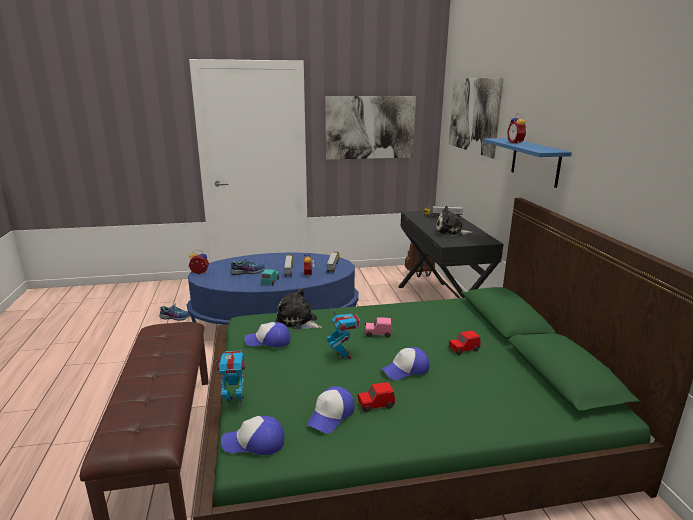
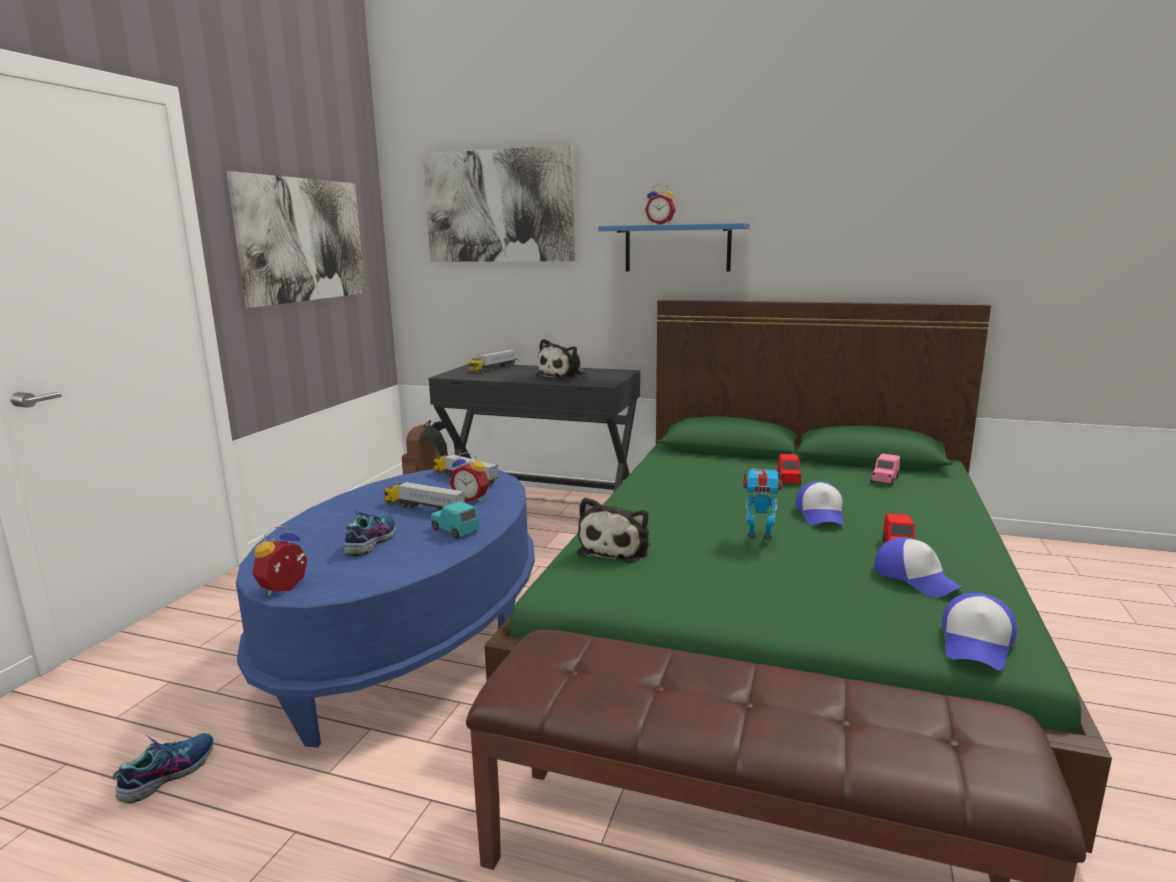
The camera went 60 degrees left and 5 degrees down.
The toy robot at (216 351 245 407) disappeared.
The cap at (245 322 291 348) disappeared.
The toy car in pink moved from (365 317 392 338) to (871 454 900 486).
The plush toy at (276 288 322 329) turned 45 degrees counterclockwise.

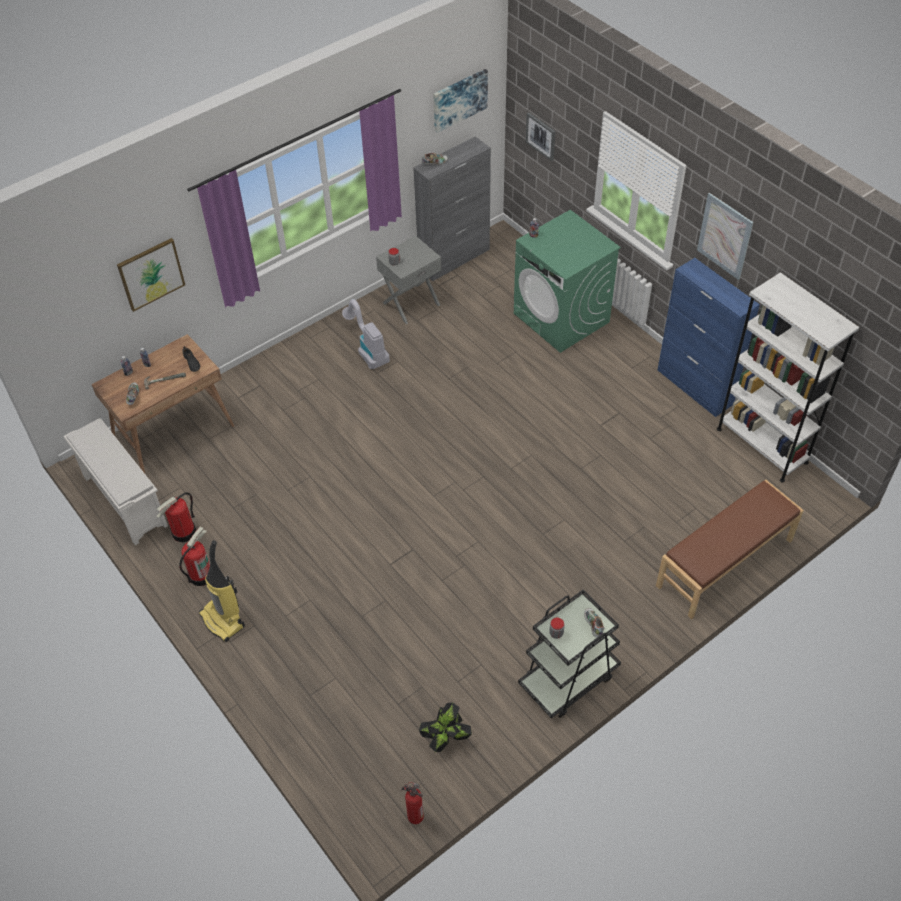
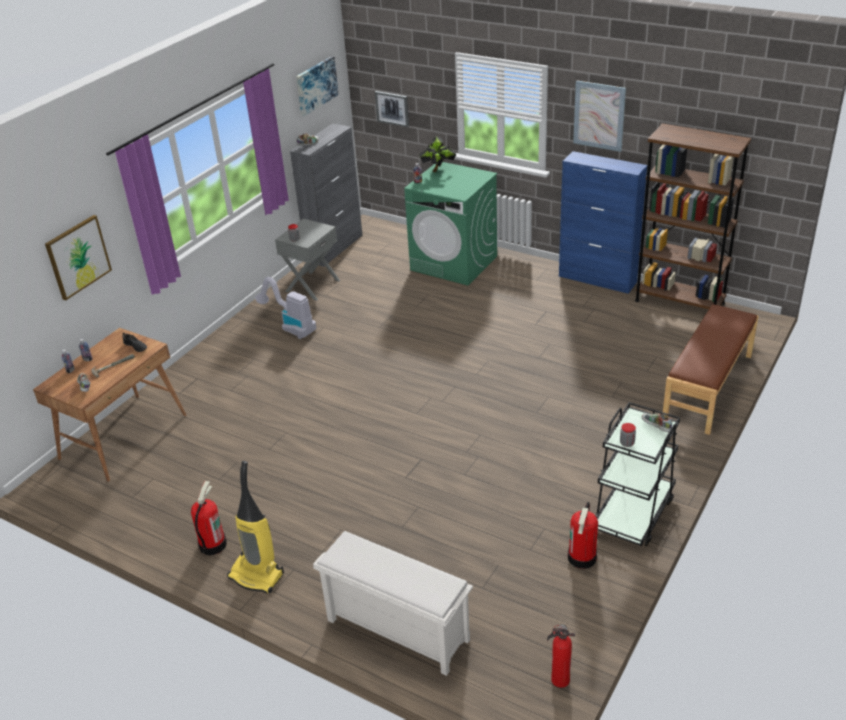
The camera went 20 degrees left and 15 degrees down.
The shoe rack in white moved from (64 419 168 545) to (313 531 473 676).
The fire extinguisher moved from (157 492 196 542) to (568 502 598 569).
The potted plant moved from (419 702 472 752) to (419 136 456 172).
The bookcase in white at (717 272 859 483) became the bookcase in brown at (635 123 751 309).

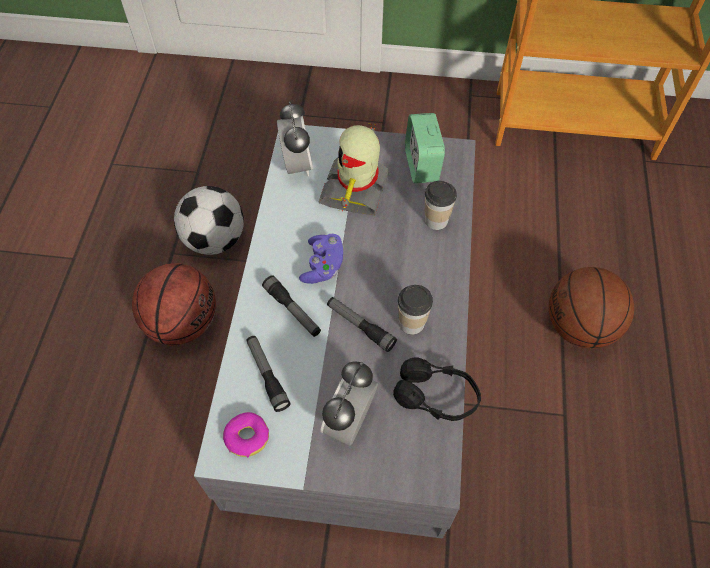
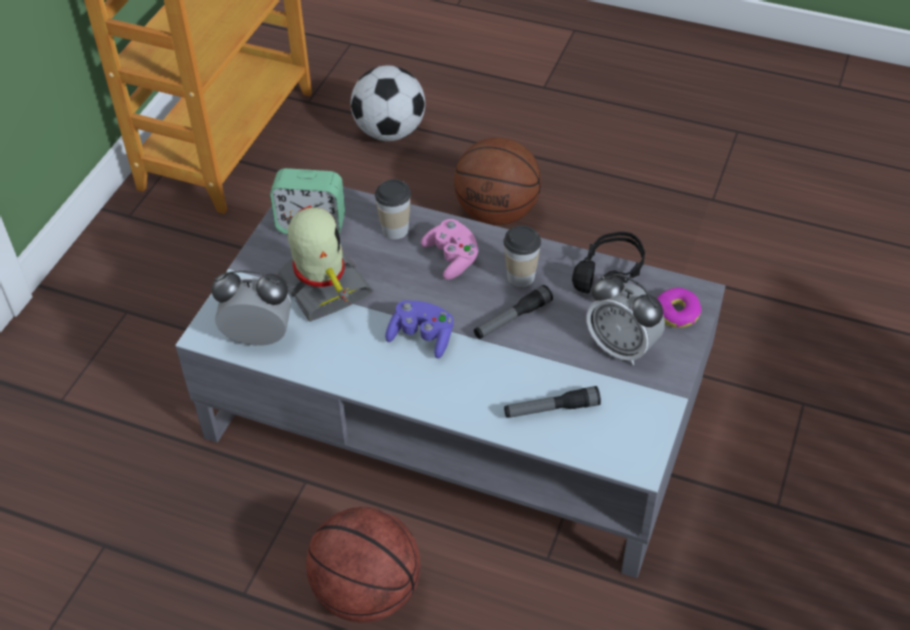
The camera went 75 degrees left and 10 degrees down.
The flashlight at (262 275 321 337) disappeared.
The game controller in pink at (421 219 479 280) appeared.
The football moved from (174 186 244 255) to (351 65 425 141).
The donut moved from (223 412 269 457) to (657 288 701 328).
The toy robot at (318 123 389 216) turned 150 degrees counterclockwise.

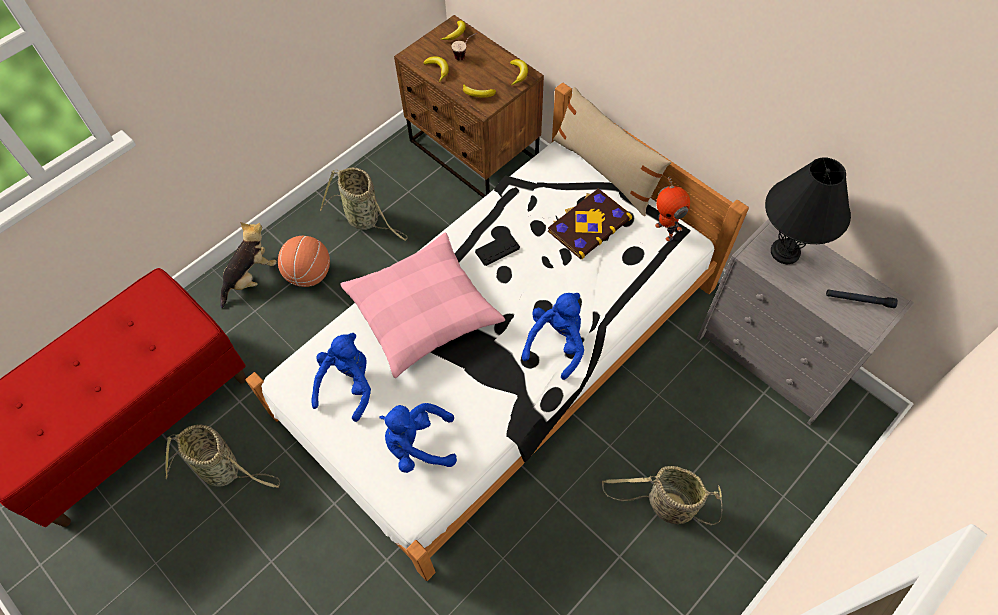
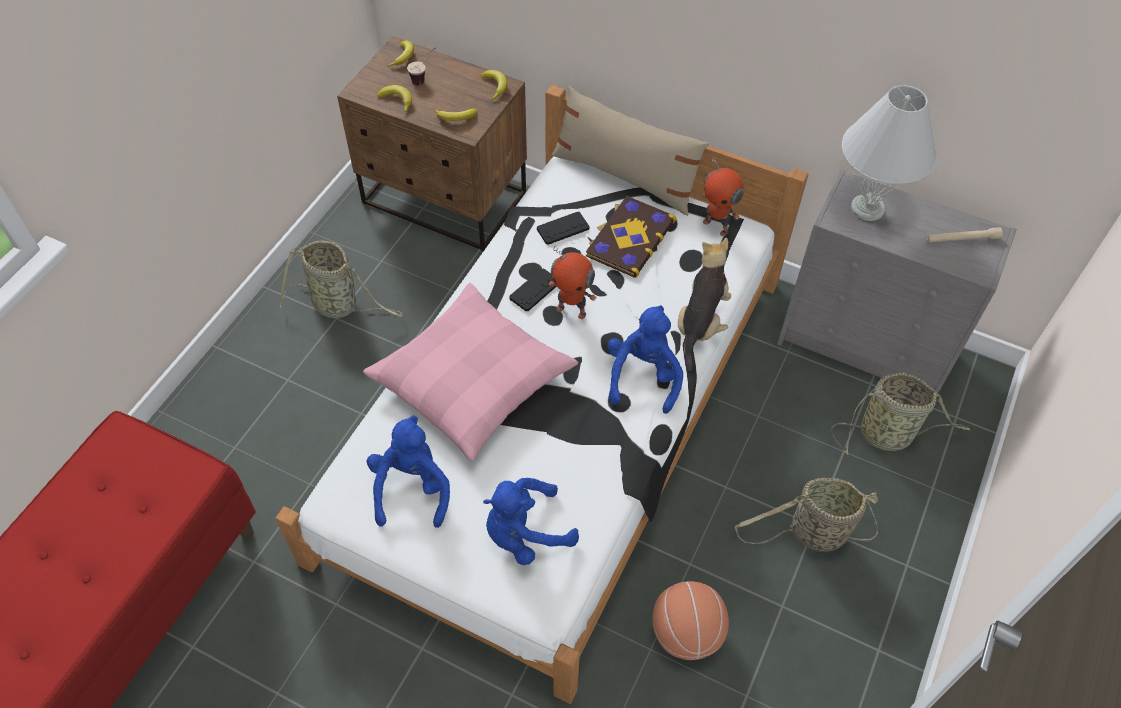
The camera went 20 degrees left and 5 degrees down.
The game controller in black at (537 212 589 245) appeared.
The toy robot at (549 245 597 319) appeared.
The basket moved from (165 424 280 488) to (831 372 971 454).
The plush toy moved from (220 222 277 308) to (678 238 731 371).
The basketball moved from (278 236 330 287) to (653 581 729 660).
The table lamp in black at (765 157 851 264) became the table lamp in white at (842 85 937 221).
The flashlight in black at (826 289 898 308) became the flashlight in beige at (927 227 1003 243).

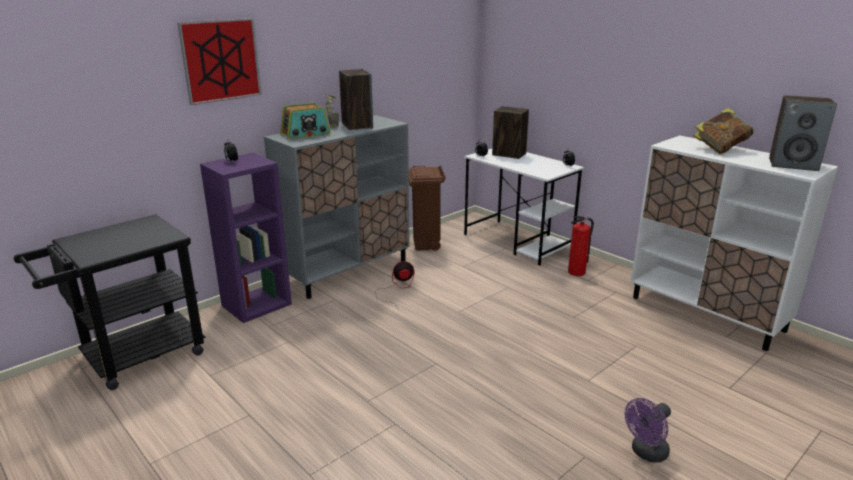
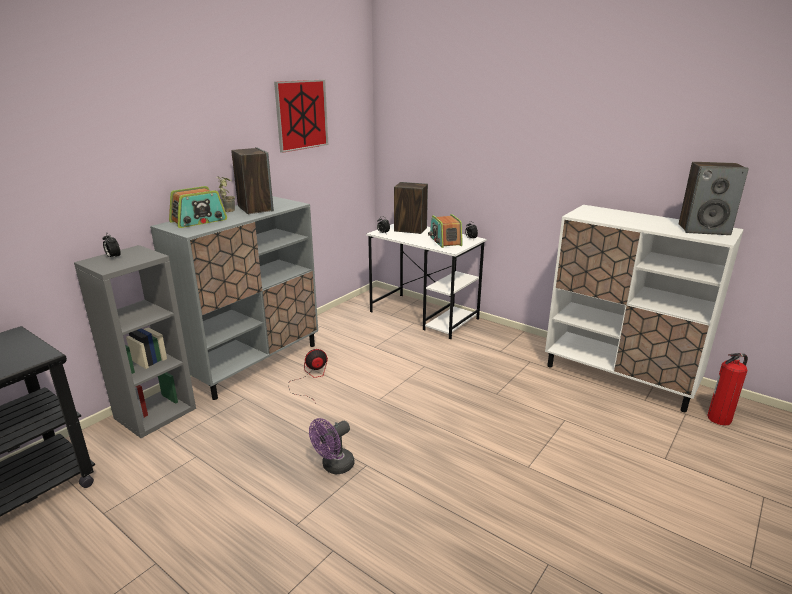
The camera went 10 degrees left and 0 degrees up.
The trash can in brown at (409 166 446 251) disappeared.
The book at (694 108 753 154) disappeared.
The radio at (428 214 463 248) appeared.
The picture moved from (177 18 262 105) to (274 80 328 153).
The fire extinguisher moved from (568 216 594 276) to (707 353 748 426).
The fan in purple moved from (625 398 671 462) to (309 418 354 474).
The bookcase in purple at (200 153 292 323) became the bookcase in grey at (74 245 196 438).

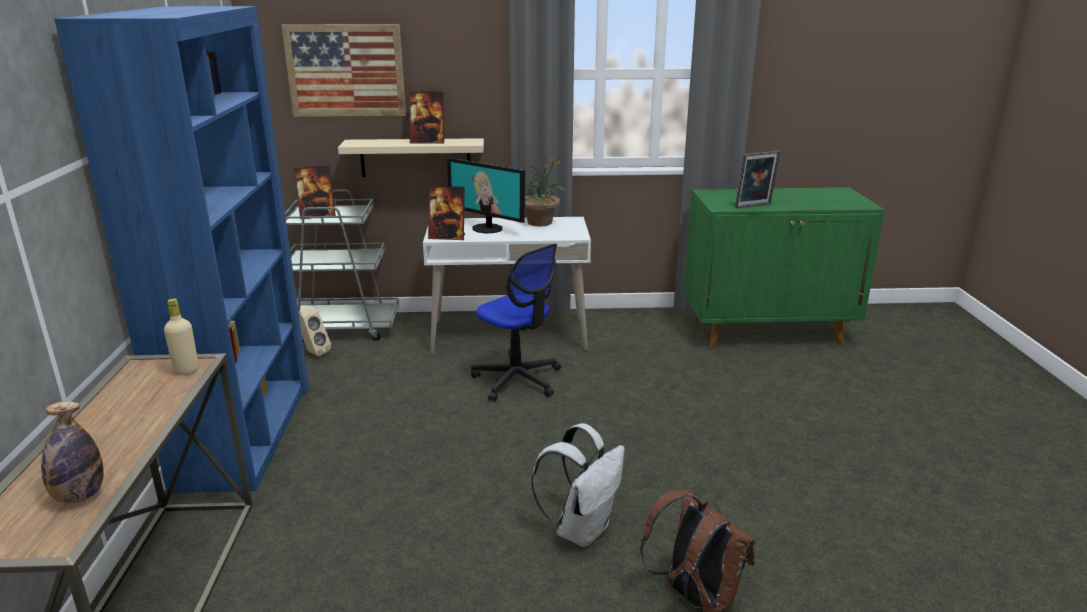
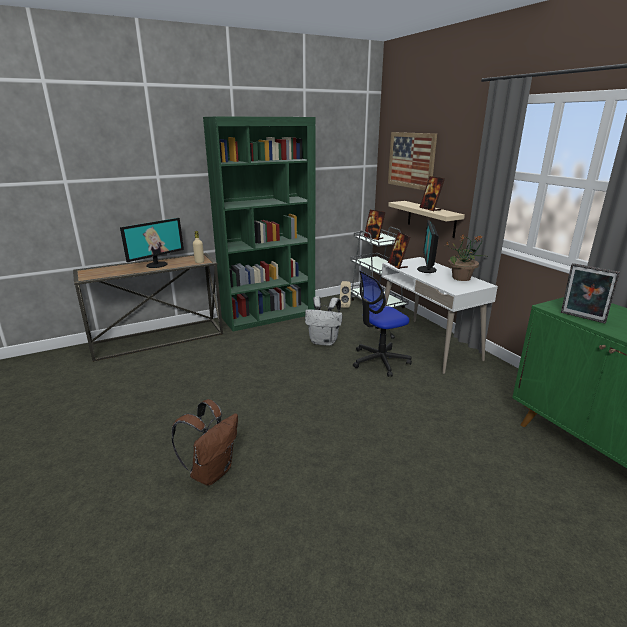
The camera went 65 degrees right and 0 degrees up.
The bottle at (41 401 104 504) disappeared.
The monitor at (120 218 184 268) appeared.
The backpack in white moved from (531 423 625 547) to (305 296 342 346).
The bookcase in blue at (54 6 309 493) became the bookcase in green at (203 116 316 331).
The office chair at (471 243 561 401) turned 45 degrees clockwise.

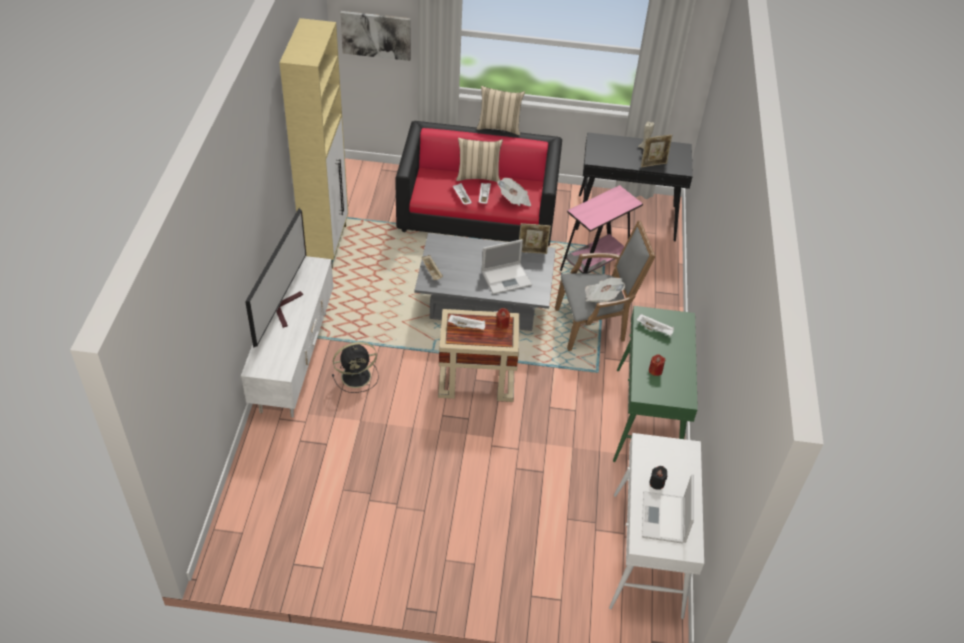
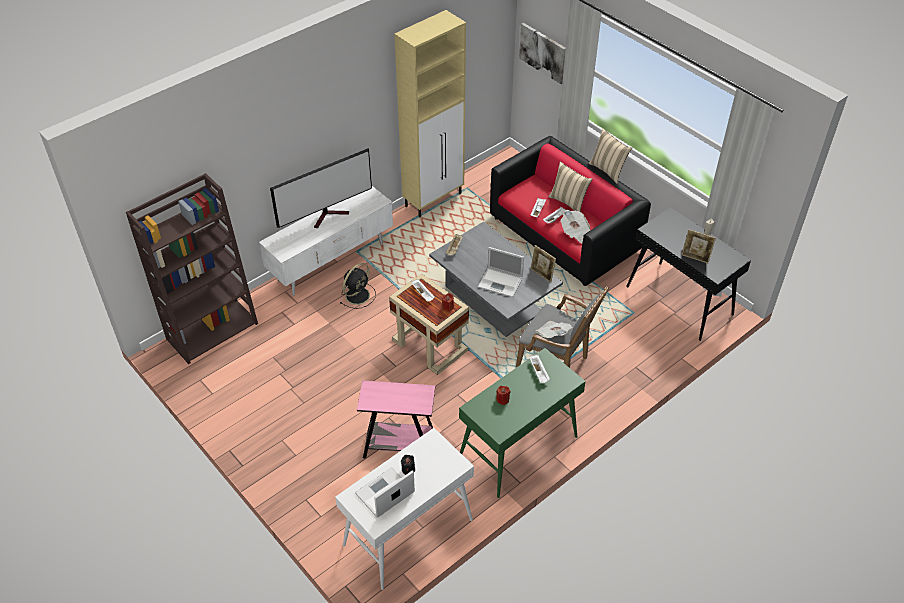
The camera went 45 degrees right and 0 degrees up.
The bookcase in brown at (126 173 258 364) appeared.
The side table in pink moved from (560 185 643 274) to (357 380 435 458).
The fan in black at (332 342 379 393) turned 75 degrees counterclockwise.

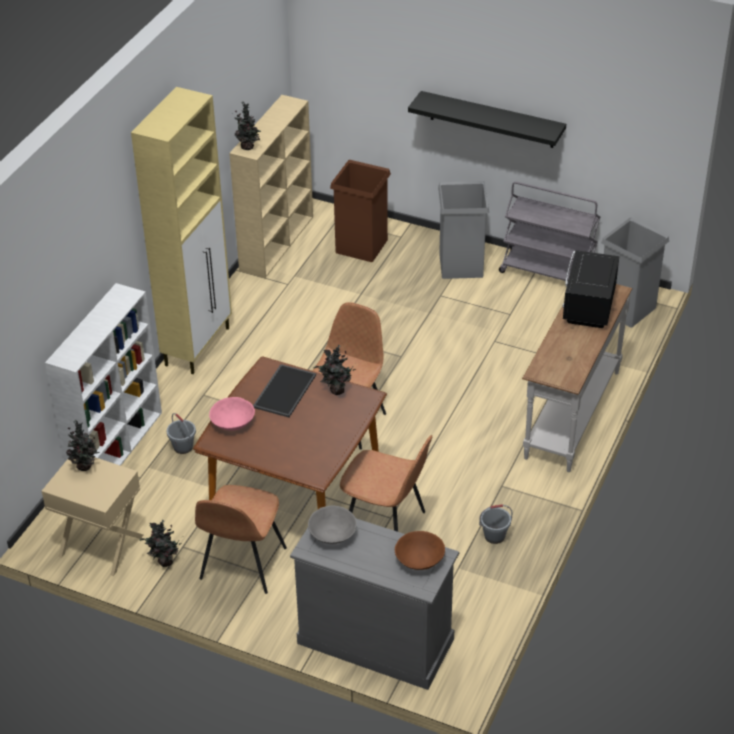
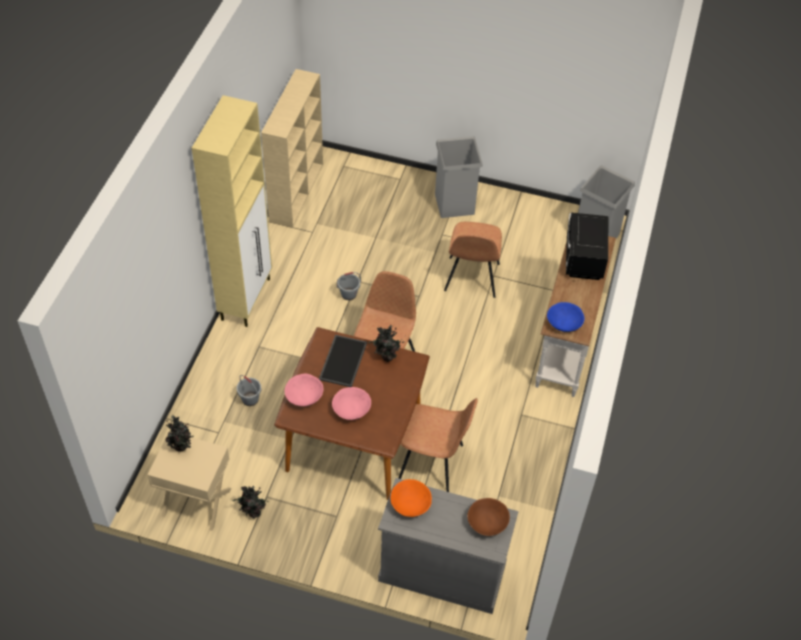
The camera went 10 degrees left and 10 degrees up.
The bookcase in white at (45 283 162 466) disappeared.
The potted plant at (235 101 261 150) disappeared.
The trash can in brown at (330 160 391 262) disappeared.
The shelf in black at (408 91 566 148) disappeared.
The cart in grey at (499 182 600 281) disappeared.
The bowl in pink at (332 387 371 420) appeared.
The bowl in blue at (547 302 584 332) appeared.
The chair in brown moved from (195 485 287 594) to (444 222 502 298).
The bucket in grey moved from (479 504 513 544) to (337 272 361 300).
The bowl in grey at (308 506 357 544) became the bowl in orange at (391 479 432 517).

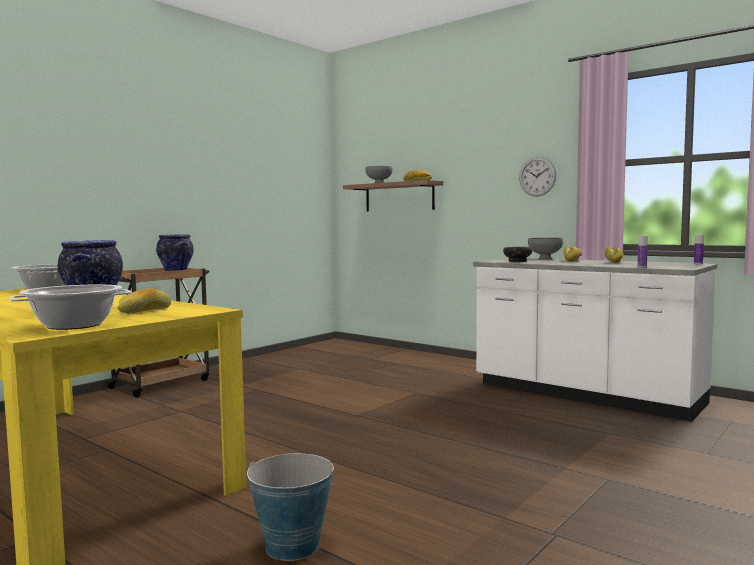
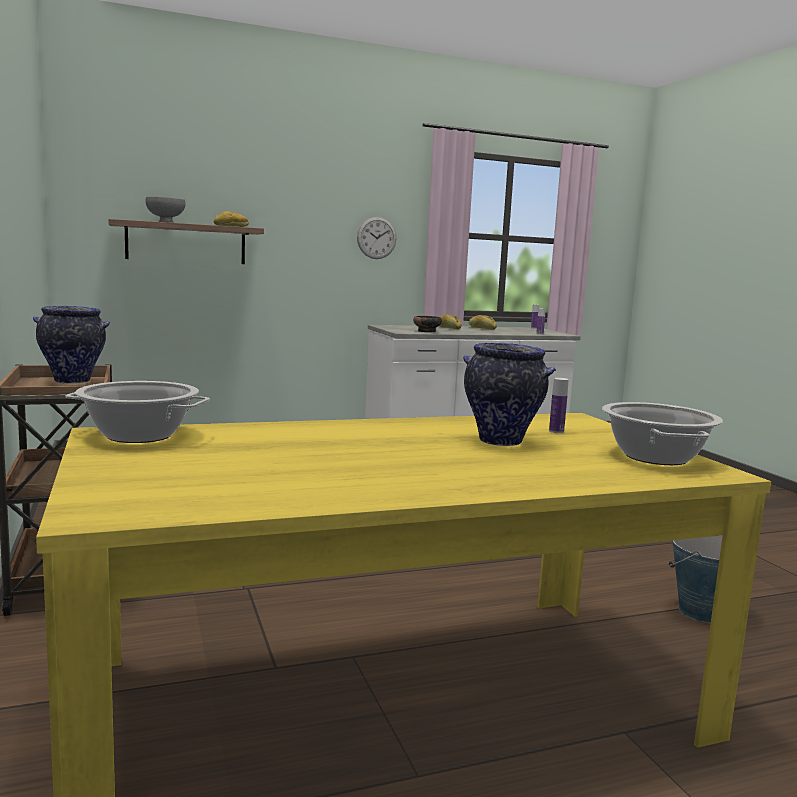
The camera went 60 degrees left and 5 degrees up.
The bowl in grey at (528 238 563 259) disappeared.
The bread at (117 288 171 314) was replaced by the bottle at (549 378 569 433).

